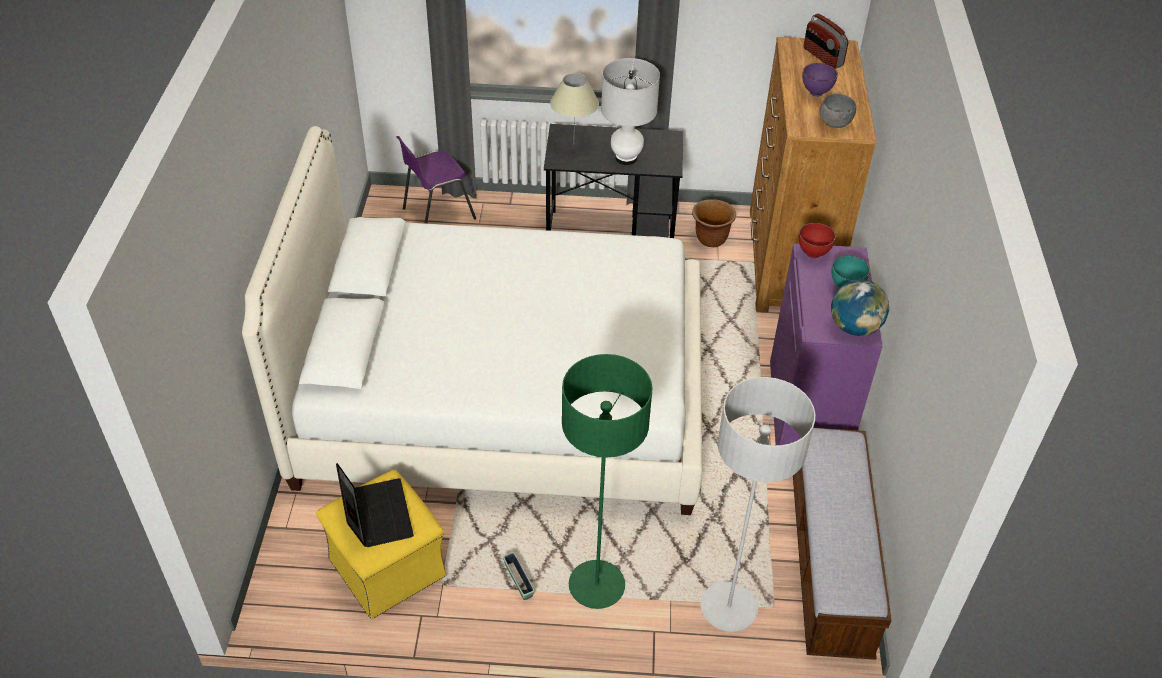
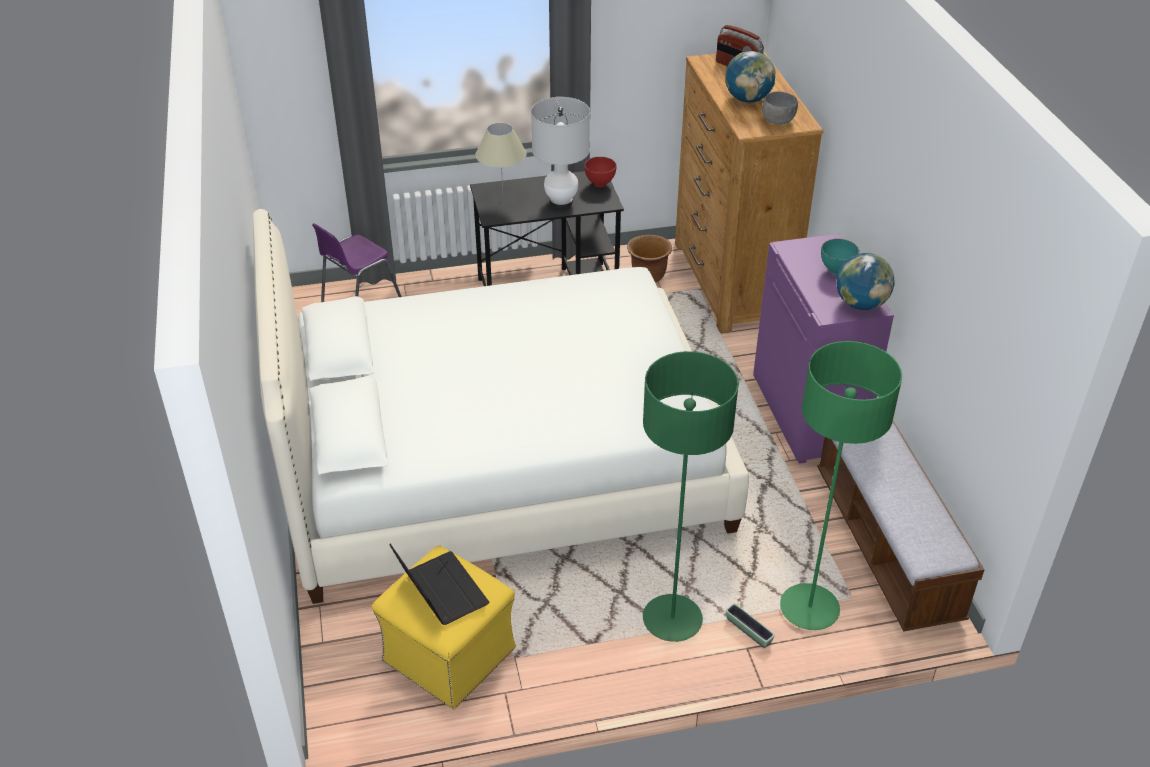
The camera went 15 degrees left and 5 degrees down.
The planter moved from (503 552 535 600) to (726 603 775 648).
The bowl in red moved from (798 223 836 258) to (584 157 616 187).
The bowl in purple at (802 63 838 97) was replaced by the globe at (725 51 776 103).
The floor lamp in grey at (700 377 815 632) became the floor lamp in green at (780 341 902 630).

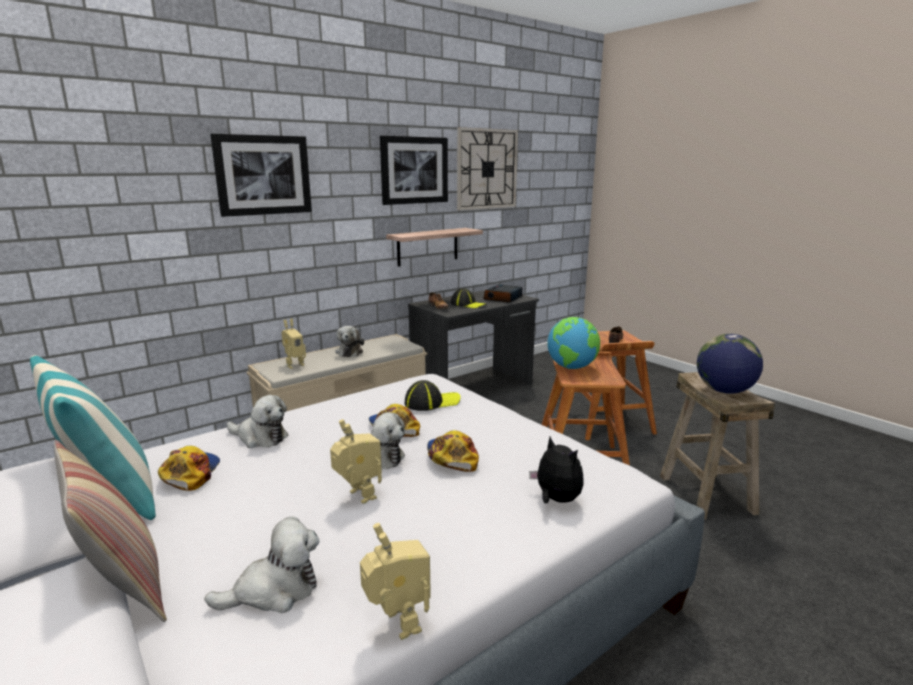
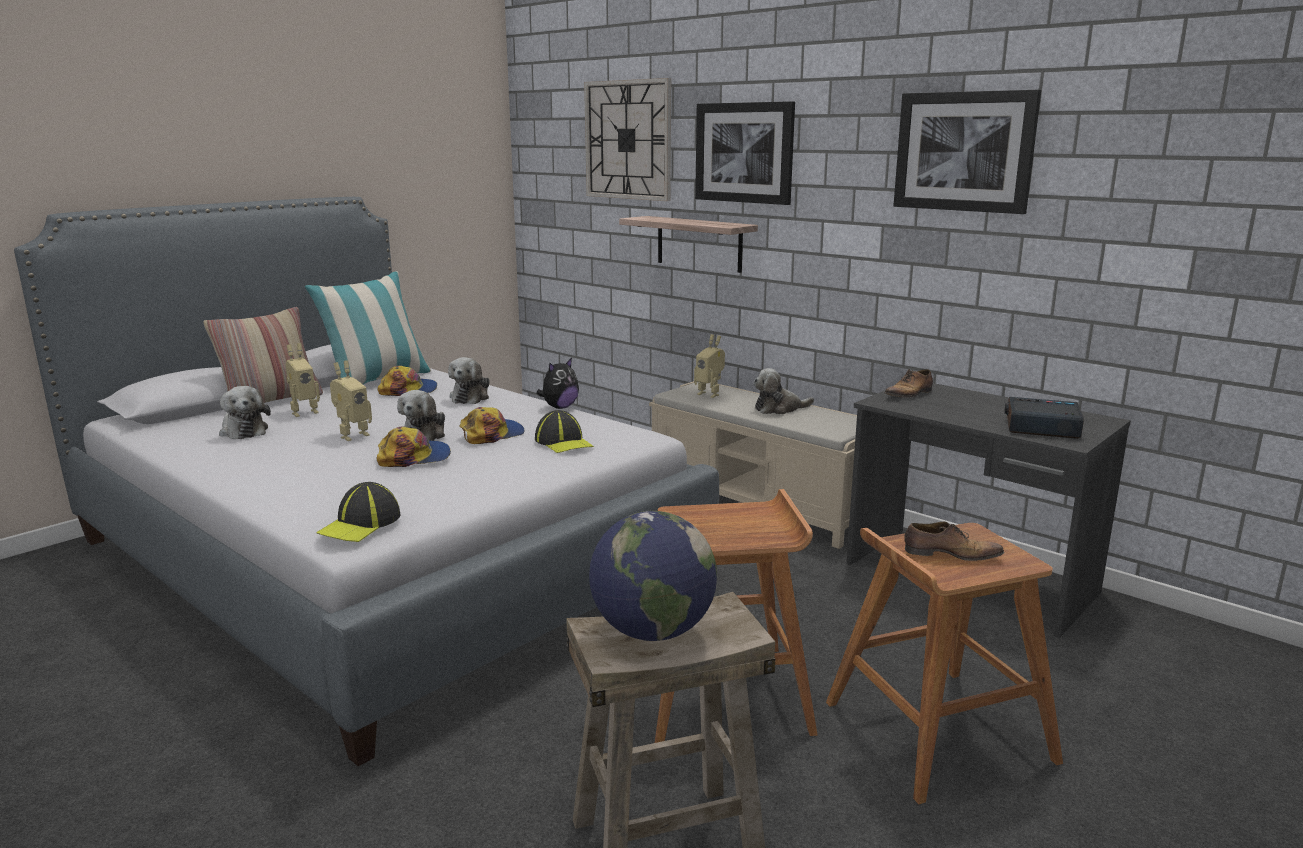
The camera went 80 degrees right and 0 degrees up.
The globe at (547 317 600 369) disappeared.
The toy robot moved from (360 523 431 640) to (286 343 320 417).
The shelf moved from (386 228 483 267) to (619 216 758 273).
The cap moved from (451 288 485 308) to (317 482 400 542).
The wall clock moved from (457 127 518 210) to (584 78 671 201).
The plush toy moved from (529 437 584 503) to (536 358 579 409).

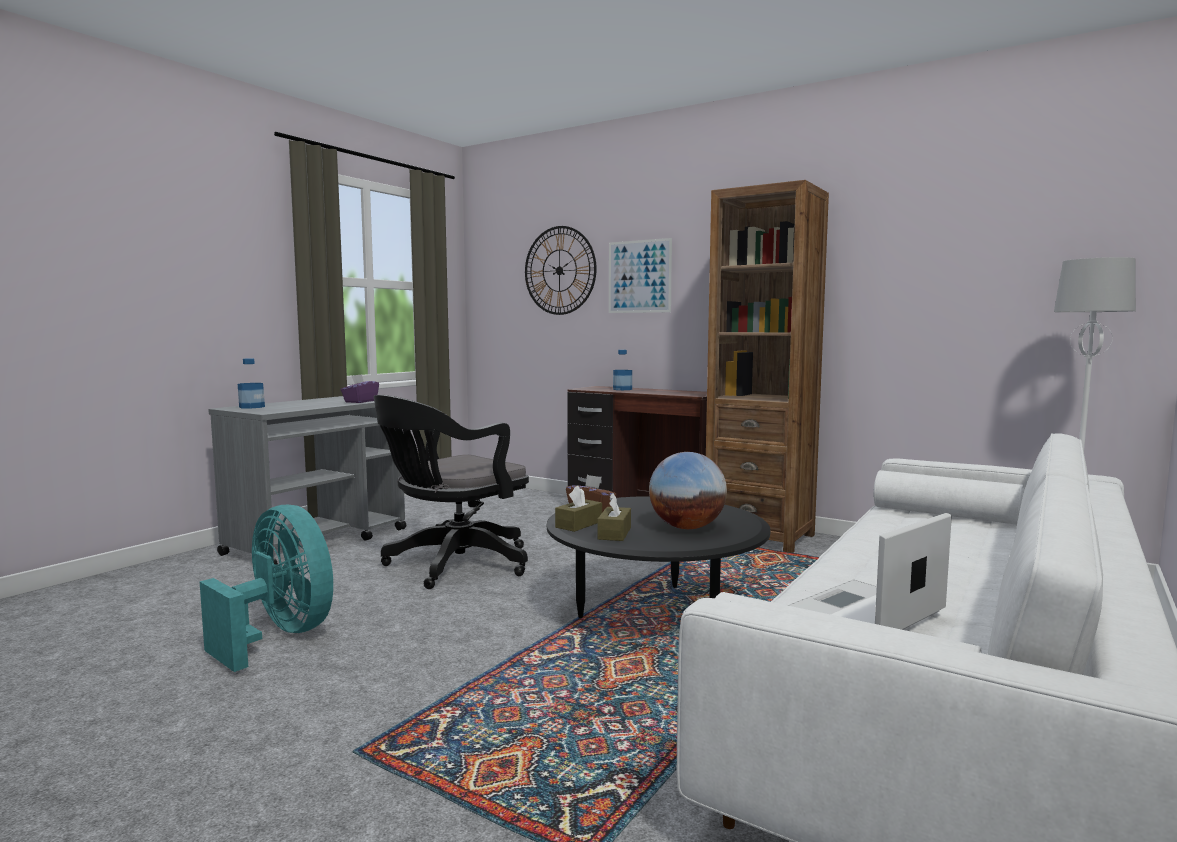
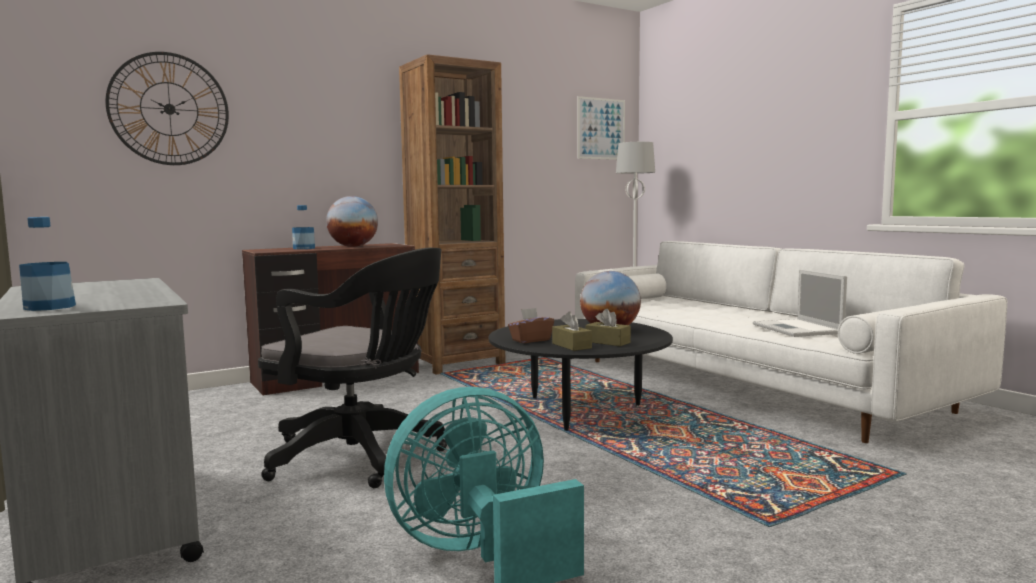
The camera went 65 degrees left and 0 degrees up.
The tissue box in purple at (340 374 379 403) disappeared.
The globe at (326 196 378 247) appeared.
The picture moved from (609 238 672 313) to (577 96 625 160).
The office chair in black at (374 395 529 589) turned 45 degrees counterclockwise.

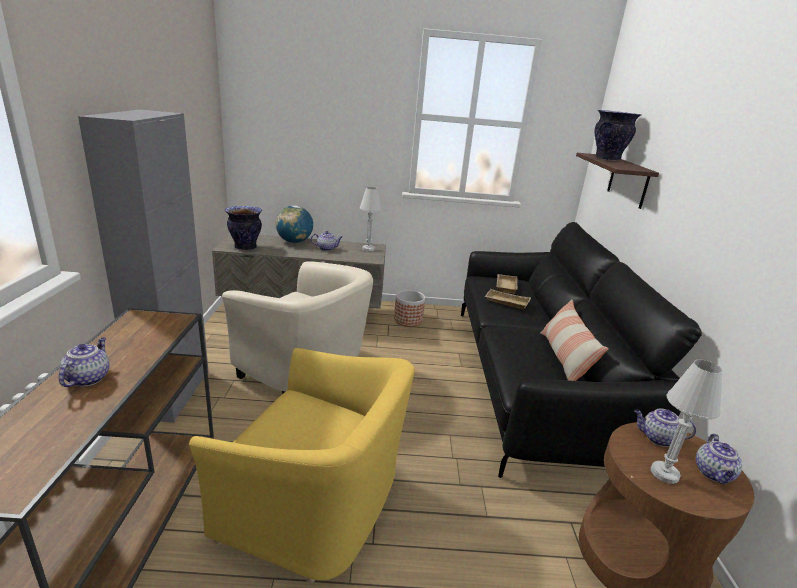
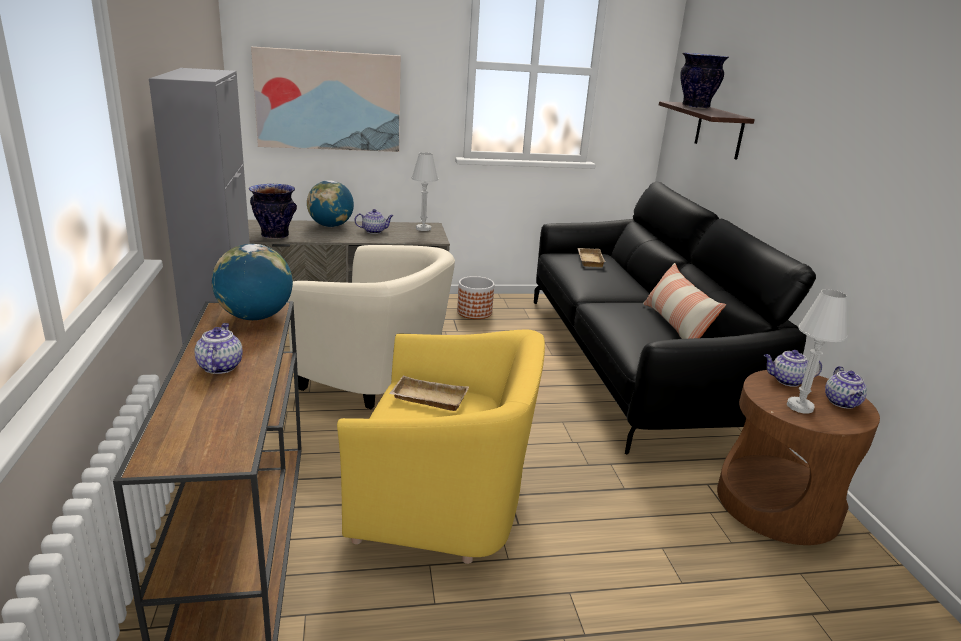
The camera went 10 degrees left and 0 degrees up.
The globe at (212 244 293 320) appeared.
The picture at (251 47 401 152) appeared.
The tray in beige moved from (485 289 531 309) to (389 376 469 411).

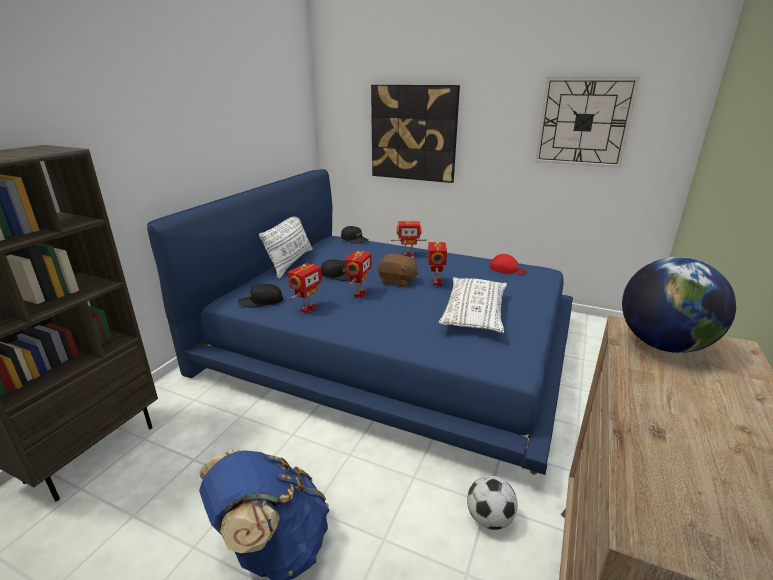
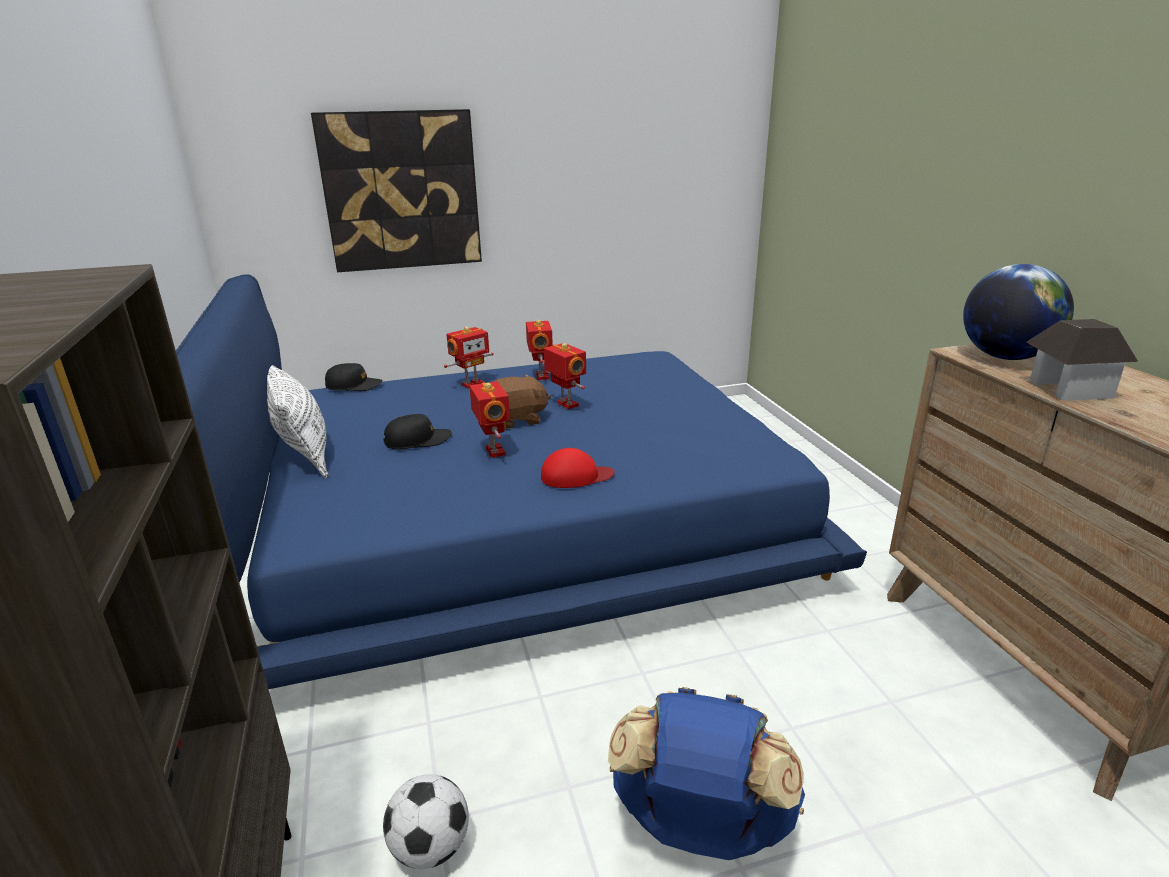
The camera went 40 degrees left and 0 degrees up.
The cap in black at (238 284 283 308) disappeared.
The pillow in white at (439 277 507 333) disappeared.
The wall clock at (535 77 640 168) disappeared.
The toy house at (1026 319 1138 401) appeared.
The toy robot moved from (288 263 322 313) to (526 320 553 380).
The football moved from (467 475 517 530) to (383 774 469 869).
The cap in red moved from (490 254 527 275) to (541 448 615 488).

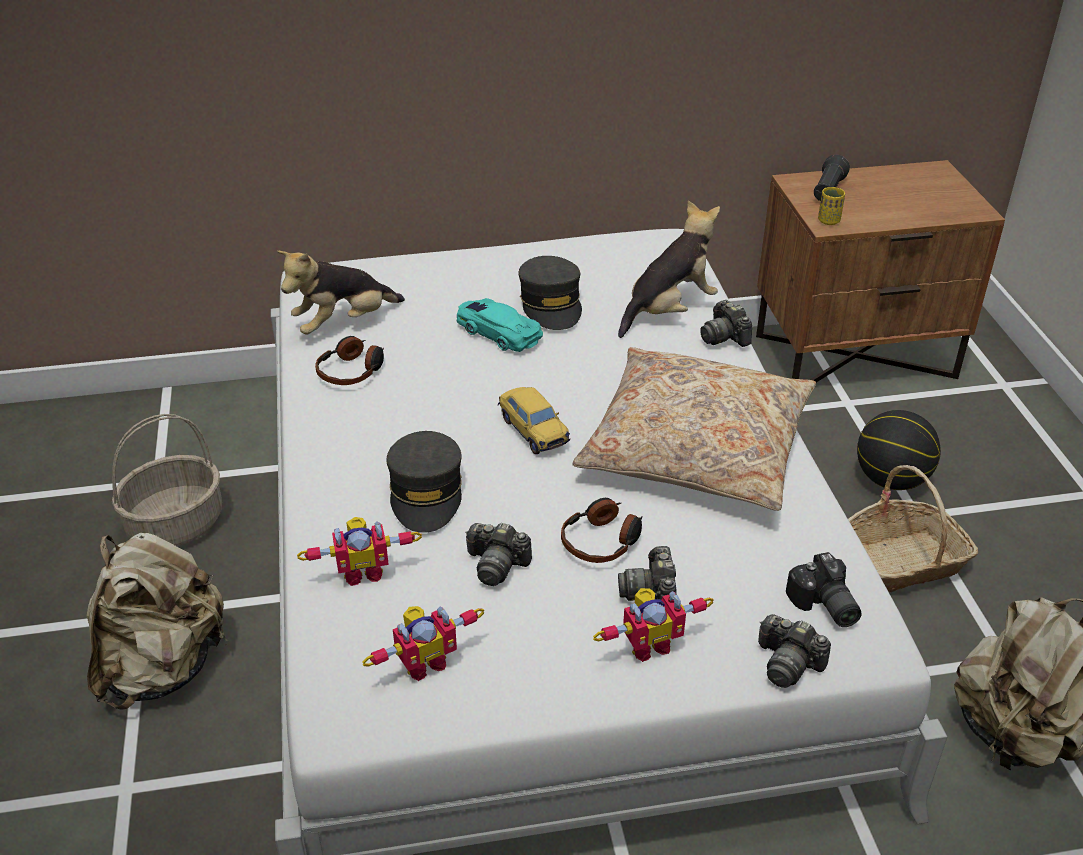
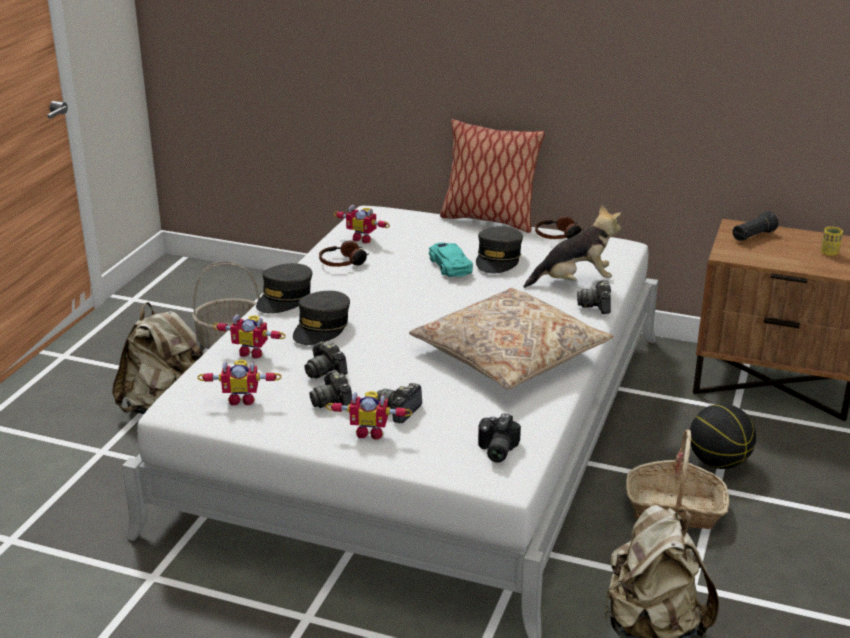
The camera went 30 degrees right and 10 degrees down.
The toy car at (498 387 570 454) disappeared.
The cap in grey at (256 263 312 314) appeared.
The pillow at (440 119 545 233) appeared.
The headphones moved from (561 498 643 563) to (535 216 584 239).
The photo camera moved from (758 614 831 688) to (309 370 352 408).
The cup in yellow moved from (818 187 845 225) to (821 226 843 256).
The plush toy at (277 251 405 335) was replaced by the toy robot at (333 205 390 243).

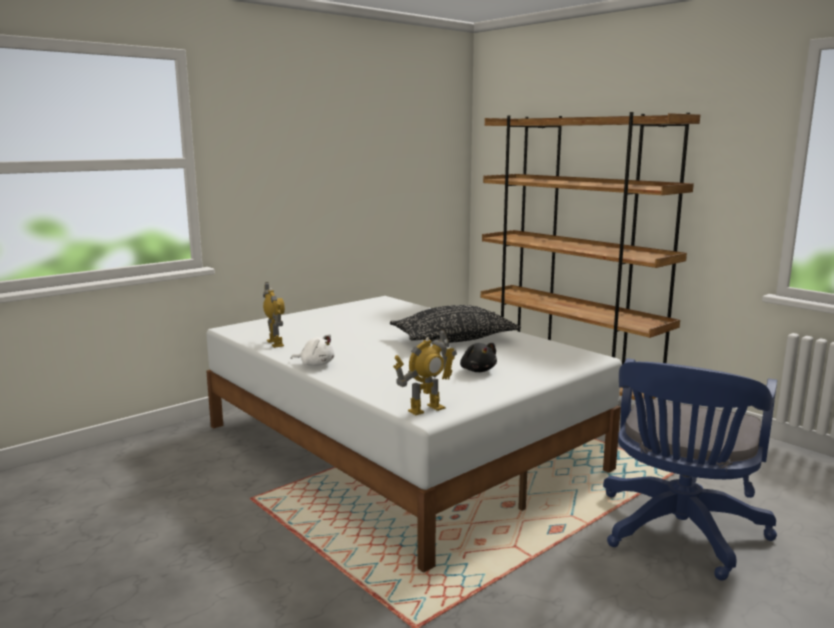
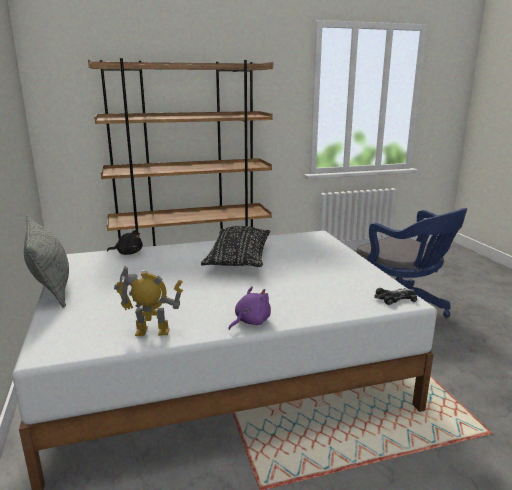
The camera went 65 degrees left and 5 degrees up.
The pillow in grey at (24 214 69 308) appeared.
The plush toy in black moved from (460 343 497 372) to (107 230 143 255).
The toy robot at (393 329 457 415) was replaced by the toy car at (374 288 417 305).
The plush toy in white at (291 334 335 366) became the plush toy in purple at (228 286 271 330).

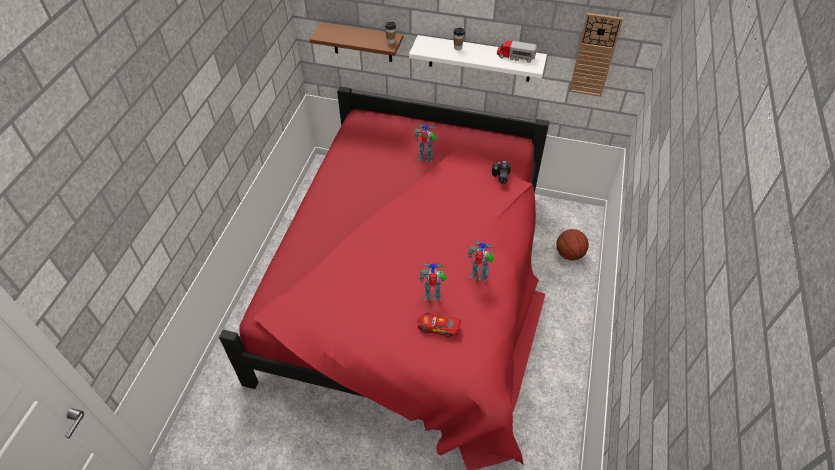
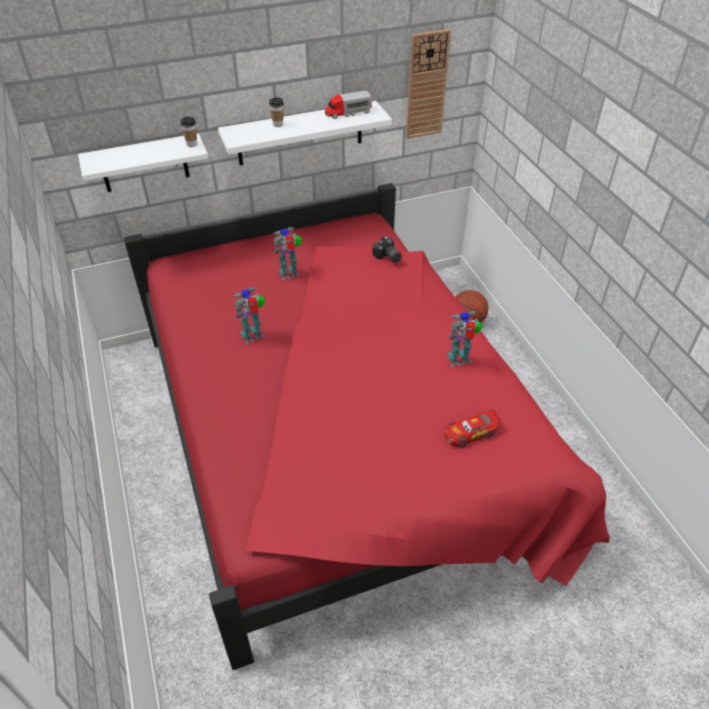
The camera went 35 degrees left and 5 degrees down.
The toy robot moved from (420 263 447 301) to (232 287 265 344).
The shelf in brown at (310 22 403 62) became the shelf in white at (78 133 208 192).

